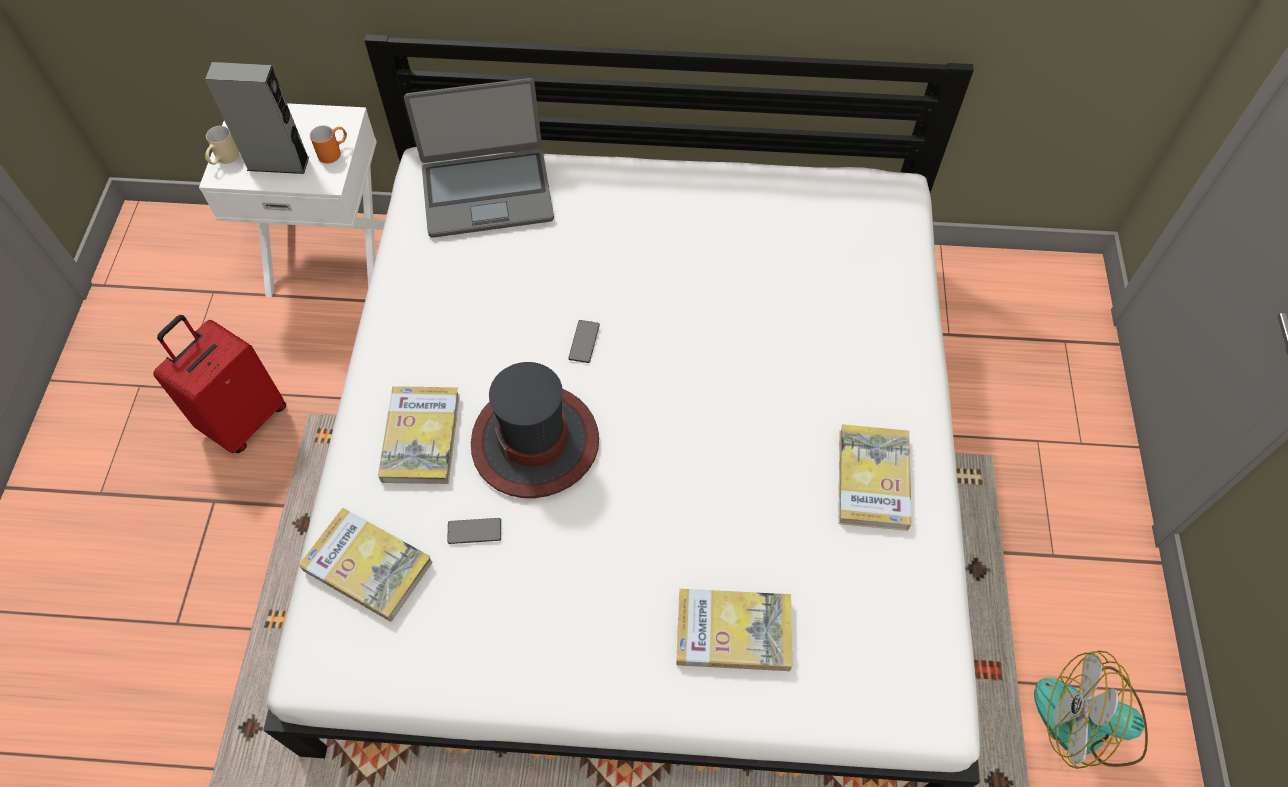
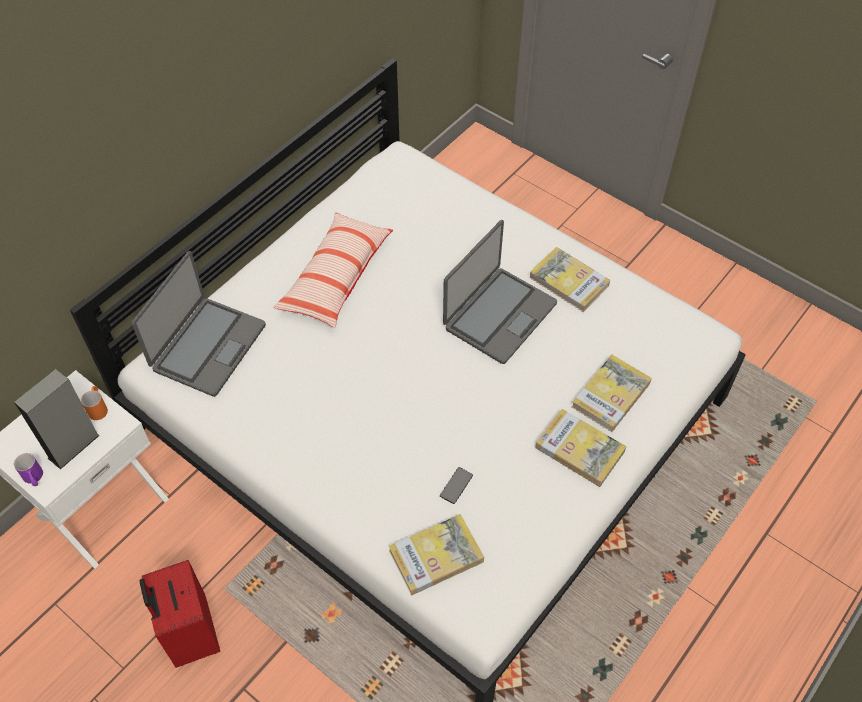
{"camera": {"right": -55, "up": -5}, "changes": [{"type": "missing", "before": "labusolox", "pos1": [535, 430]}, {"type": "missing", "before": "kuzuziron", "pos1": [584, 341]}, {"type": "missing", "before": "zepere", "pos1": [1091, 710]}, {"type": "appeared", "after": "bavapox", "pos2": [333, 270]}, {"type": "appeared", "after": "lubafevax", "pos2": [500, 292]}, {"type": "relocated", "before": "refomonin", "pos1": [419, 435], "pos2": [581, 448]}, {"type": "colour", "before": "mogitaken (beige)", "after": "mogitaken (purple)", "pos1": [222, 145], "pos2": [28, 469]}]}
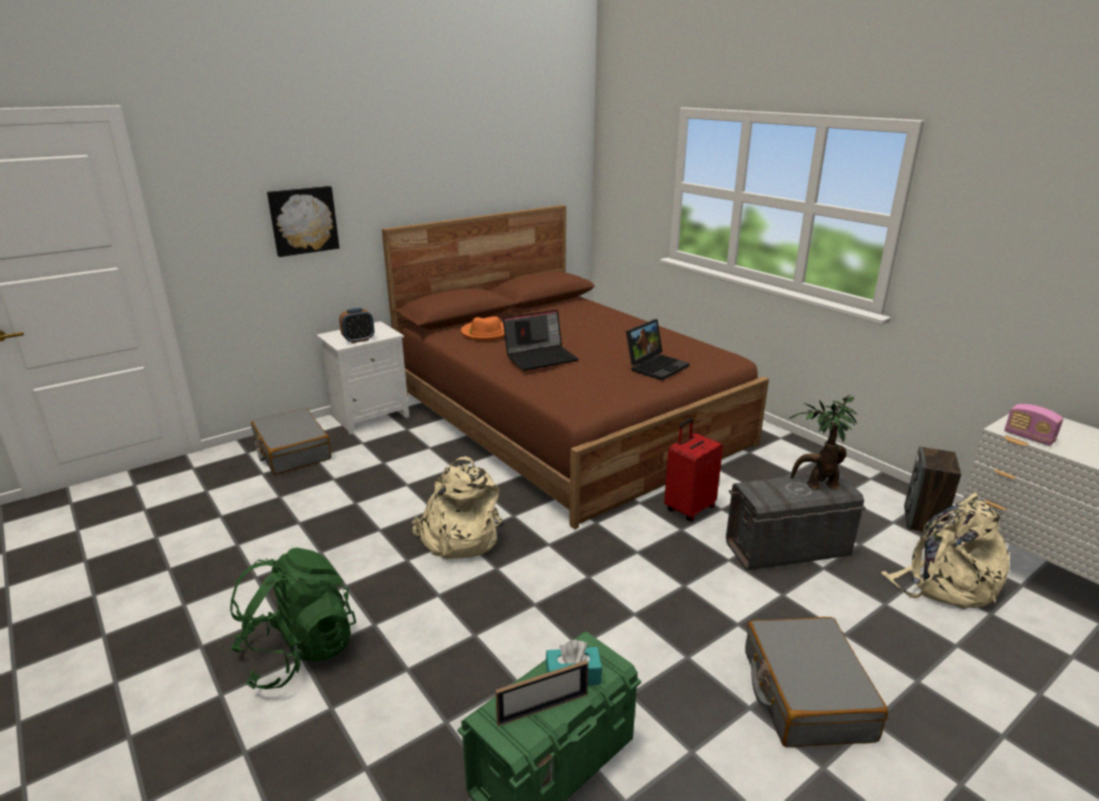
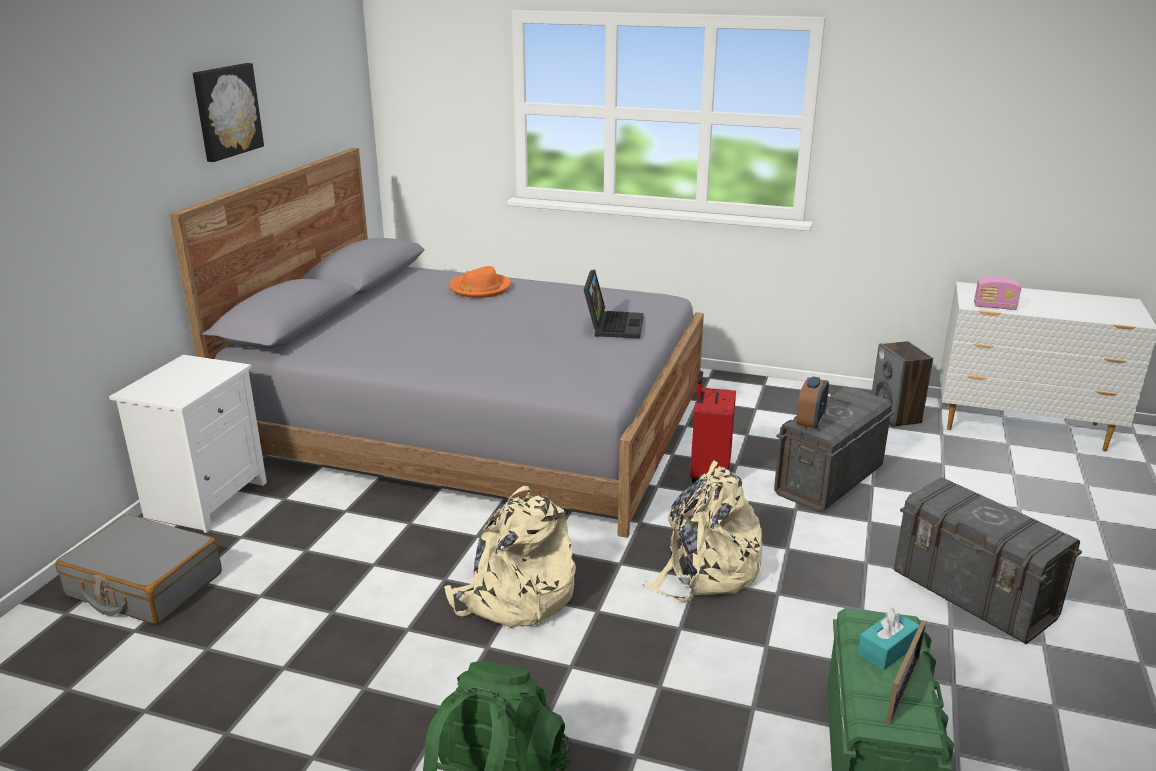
{"camera": {"right": -35, "up": 0}, "changes": [{"type": "missing", "before": "lubafevax", "pos1": [541, 340]}, {"type": "missing", "before": "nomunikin", "pos1": [823, 442]}, {"type": "relocated", "before": "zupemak", "pos1": [303, 221], "pos2": [228, 112]}, {"type": "relocated", "before": "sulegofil", "pos1": [356, 325], "pos2": [812, 403]}, {"type": "relocated", "before": "labusolox (orange)", "pos1": [483, 329], "pos2": [480, 282]}, {"type": "relocated", "before": "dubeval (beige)", "pos1": [945, 550], "pos2": [703, 531]}, {"type": "exchanged", "before": "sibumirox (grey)", "after": "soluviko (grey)", "pos1": [816, 682], "pos2": [988, 560]}, {"type": "colour", "before": "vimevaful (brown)", "after": "vimevaful (grey)", "pos1": [575, 367], "pos2": [437, 343]}]}
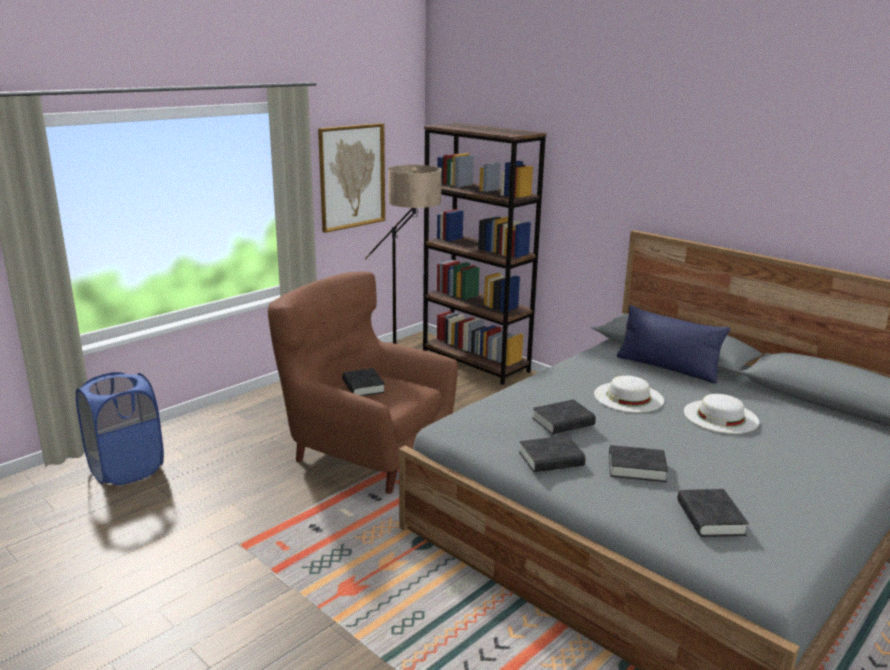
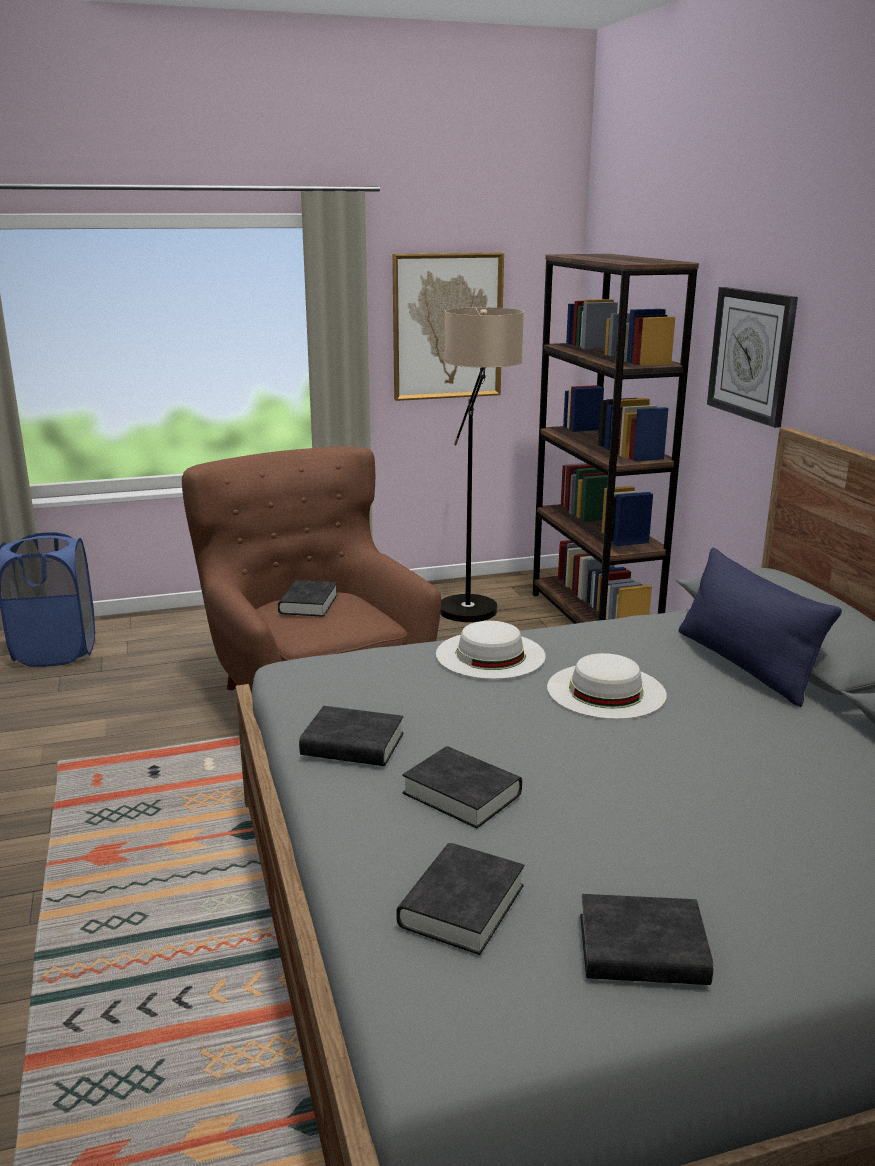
{"camera": {"right": 30, "up": 0}, "changes": [{"type": "appeared", "after": "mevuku", "pos2": [752, 357]}, {"type": "relocated", "before": "refomonin (black)", "pos1": [564, 416], "pos2": [647, 939]}, {"type": "relocated", "before": "labusolox (white)", "pos1": [721, 413], "pos2": [491, 650]}]}
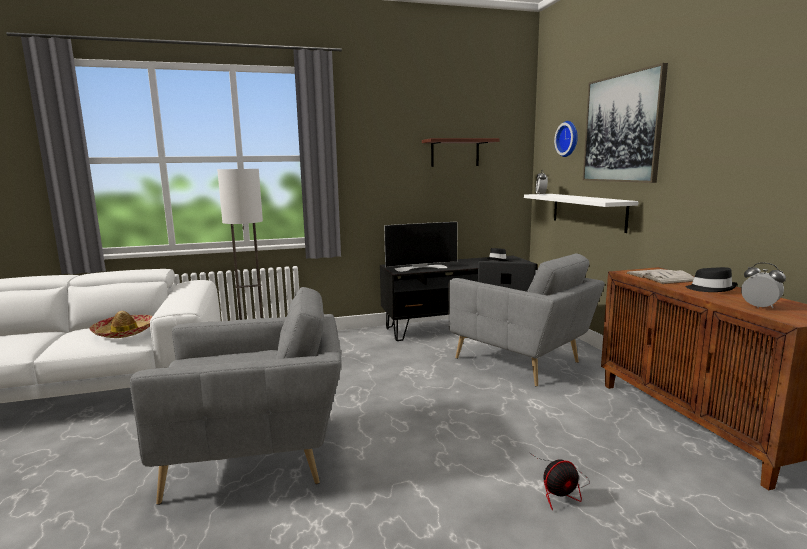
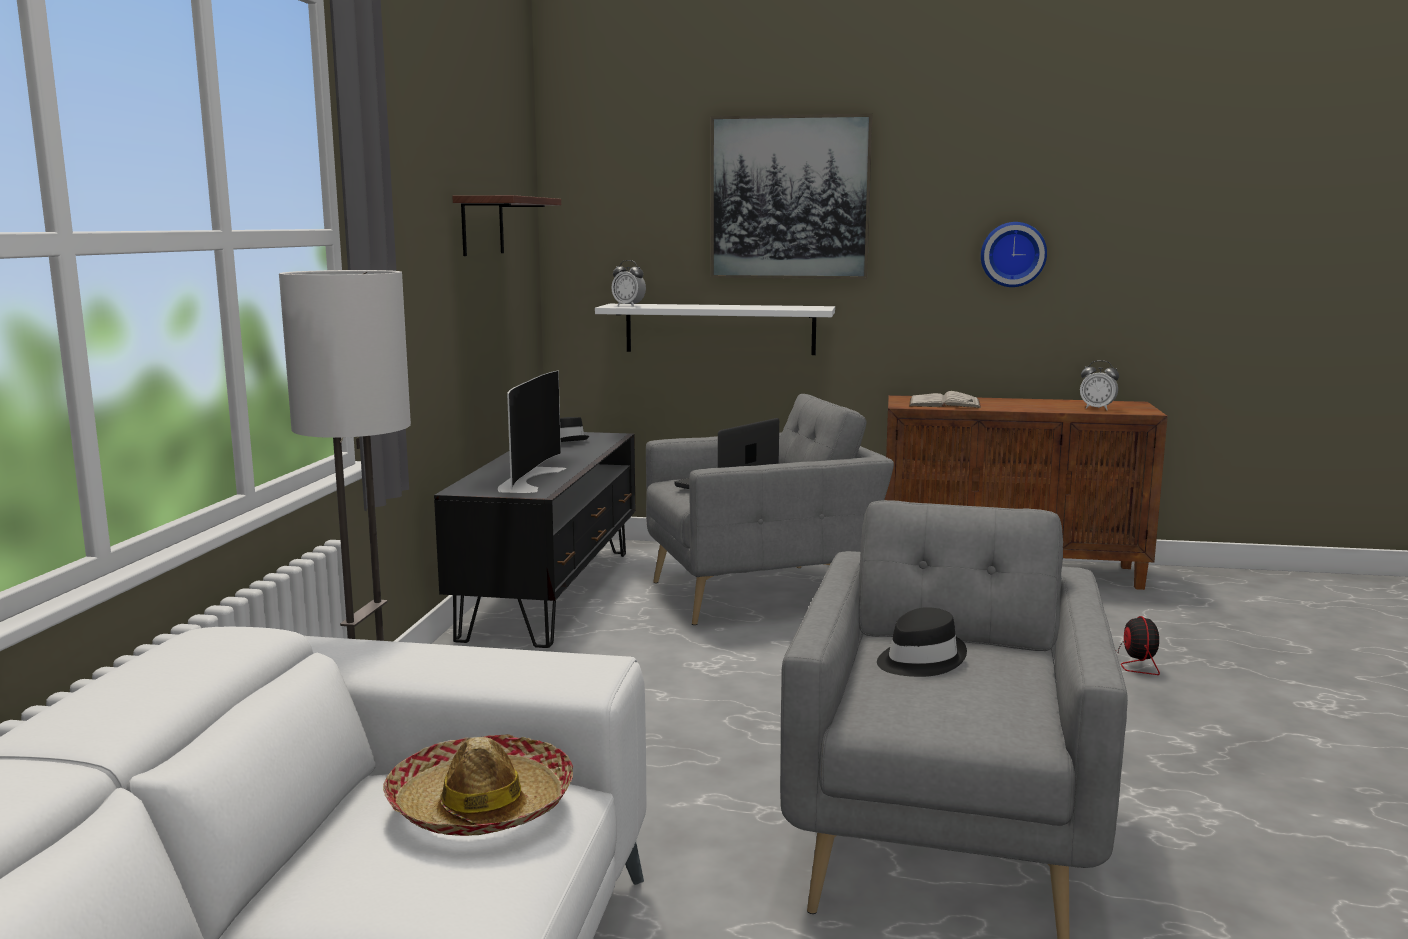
{"camera": {"right": -65, "up": 0}, "changes": [{"type": "relocated", "before": "mevuku", "pos1": [566, 139], "pos2": [1014, 254]}, {"type": "relocated", "before": "labusolox (black)", "pos1": [712, 279], "pos2": [922, 642]}, {"type": "spun", "before": "sulegofil", "pos1": [763, 285], "pos2": [1099, 385], "turn": -135}]}
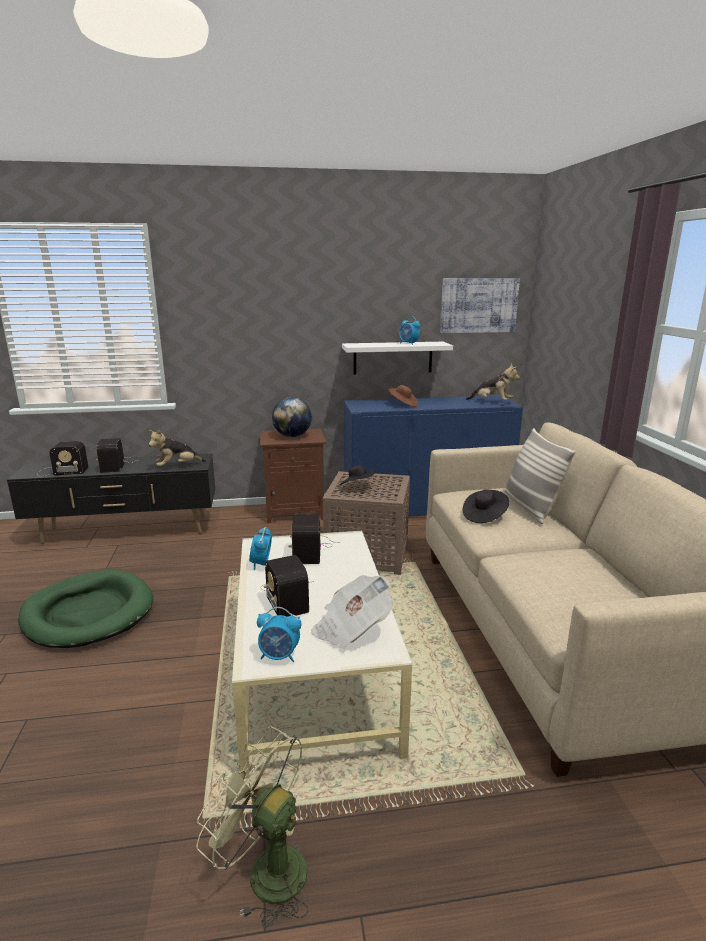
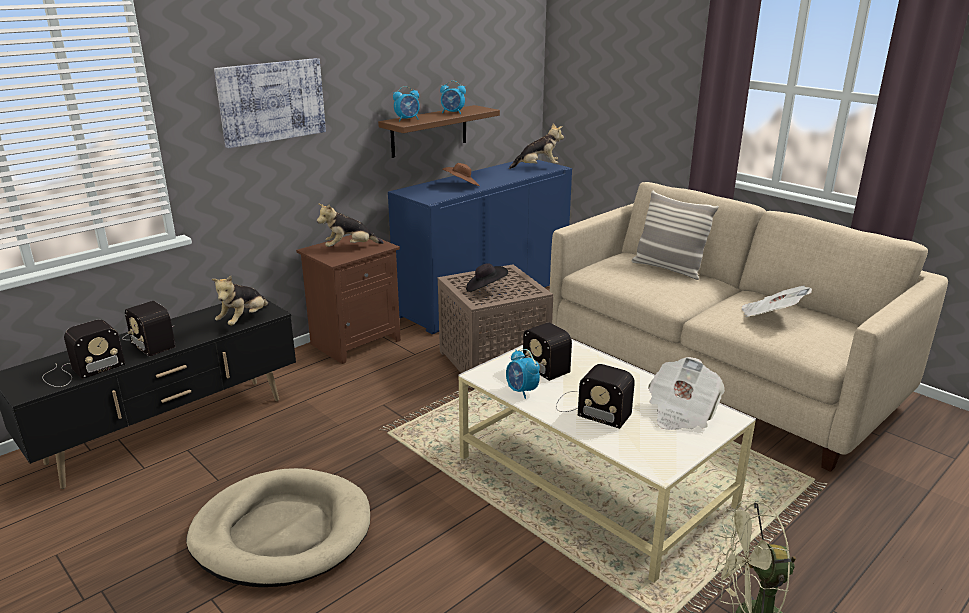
{"camera": {"right": -35, "up": 5}, "changes": [{"type": "missing", "before": "labusolox (black)", "pos1": [486, 506]}, {"type": "appeared", "after": "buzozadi", "pos2": [777, 301]}, {"type": "relocated", "before": "sulegofil", "pos1": [279, 634], "pos2": [406, 103]}, {"type": "relocated", "before": "zupemak", "pos1": [480, 305], "pos2": [270, 103]}, {"type": "exchanged", "before": "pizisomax", "after": "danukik", "pos1": [292, 417], "pos2": [350, 225]}, {"type": "colour", "before": "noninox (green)", "after": "noninox (beige)", "pos1": [85, 609], "pos2": [278, 527]}, {"type": "colour", "before": "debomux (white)", "after": "debomux (brown)", "pos1": [397, 358], "pos2": [439, 131]}]}
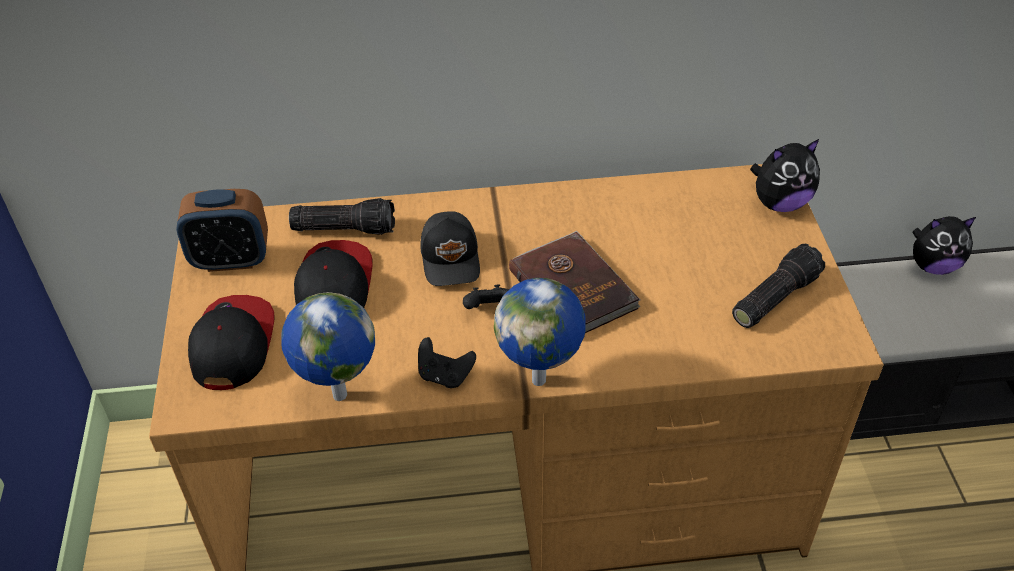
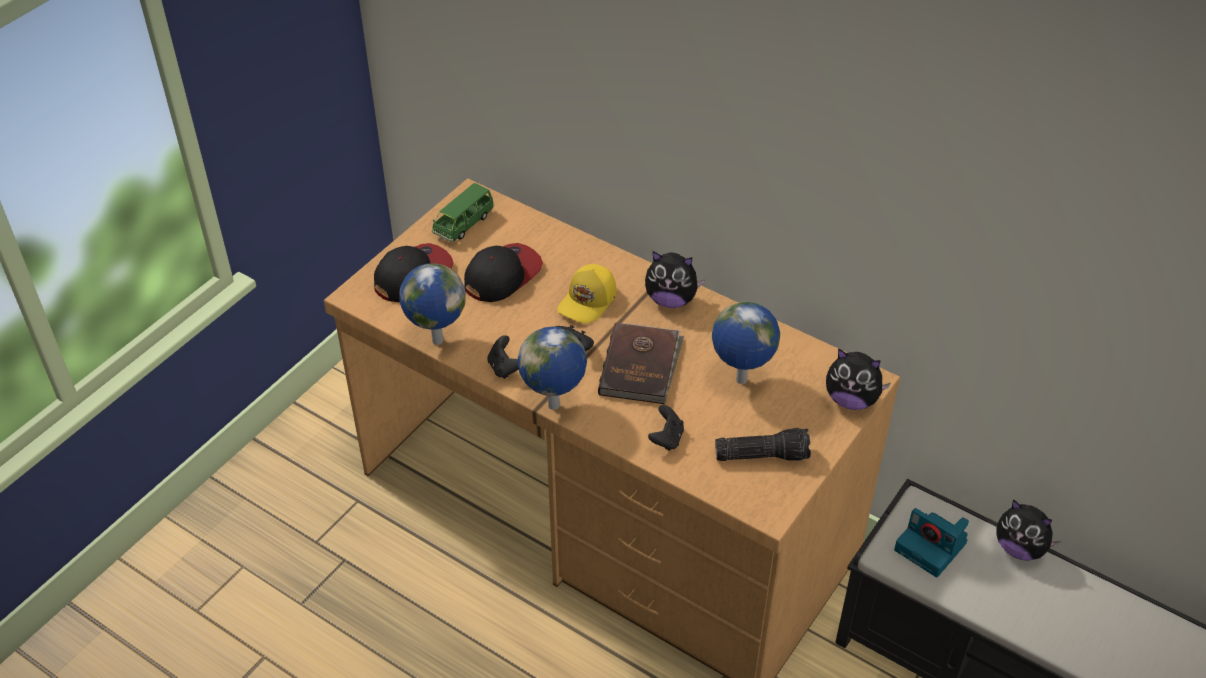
{"camera": {"right": 40, "up": 0}, "changes": [{"type": "missing", "before": "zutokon", "pos1": [342, 216]}, {"type": "appeared", "after": "danukik", "pos2": [675, 279]}, {"type": "appeared", "after": "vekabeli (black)", "pos2": [666, 428]}, {"type": "appeared", "after": "pizisomax", "pos2": [746, 343]}, {"type": "appeared", "after": "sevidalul", "pos2": [931, 542]}, {"type": "exchanged", "before": "sulegofil", "after": "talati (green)", "pos1": [222, 230], "pos2": [463, 212]}, {"type": "colour", "before": "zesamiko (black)", "after": "zesamiko (yellow)", "pos1": [450, 248], "pos2": [587, 293]}]}
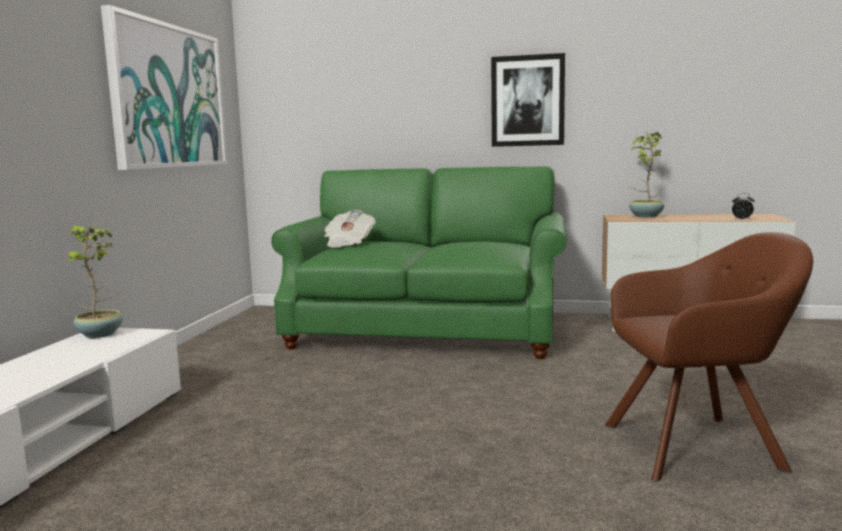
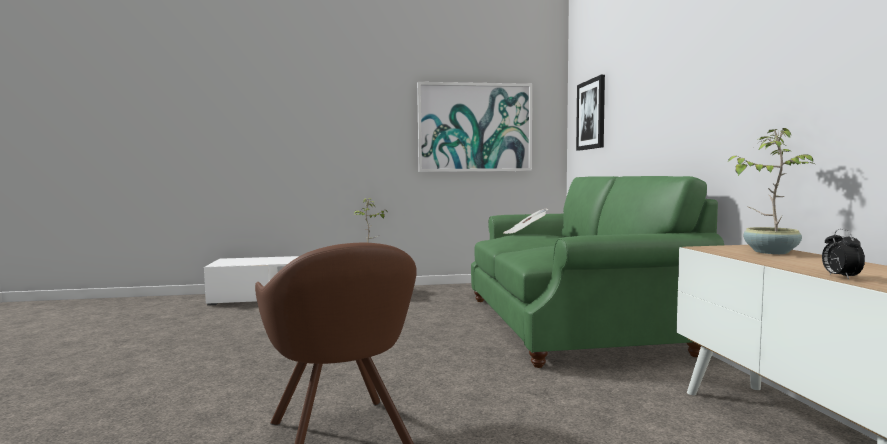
{"camera": {"right": 70, "up": -5}, "changes": [{"type": "relocated", "before": "zupemak", "pos1": [528, 100], "pos2": [590, 112]}]}
